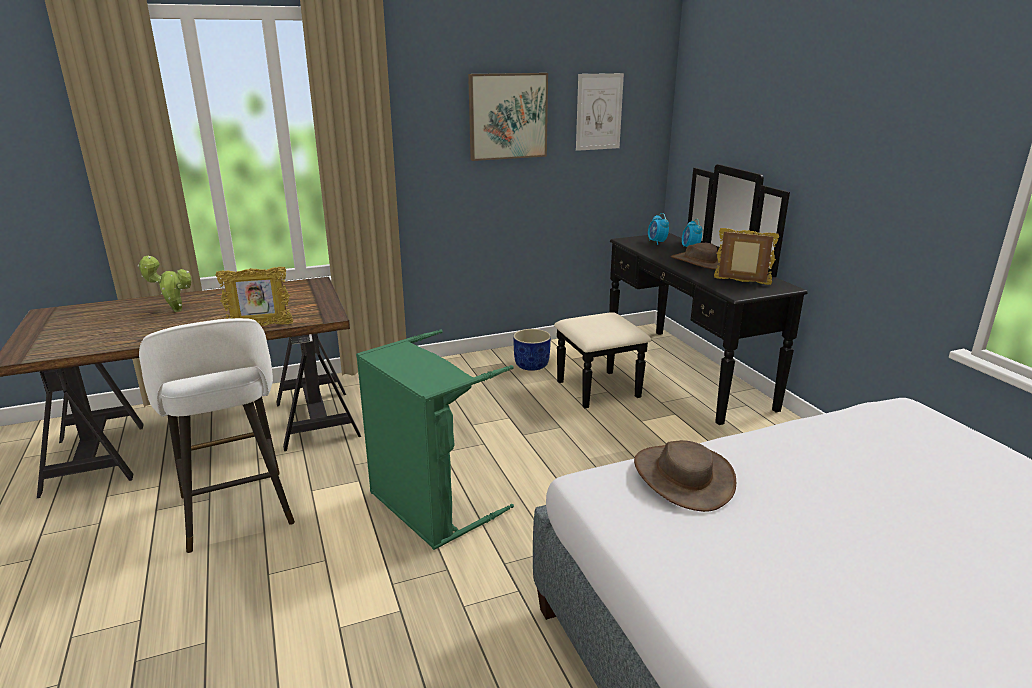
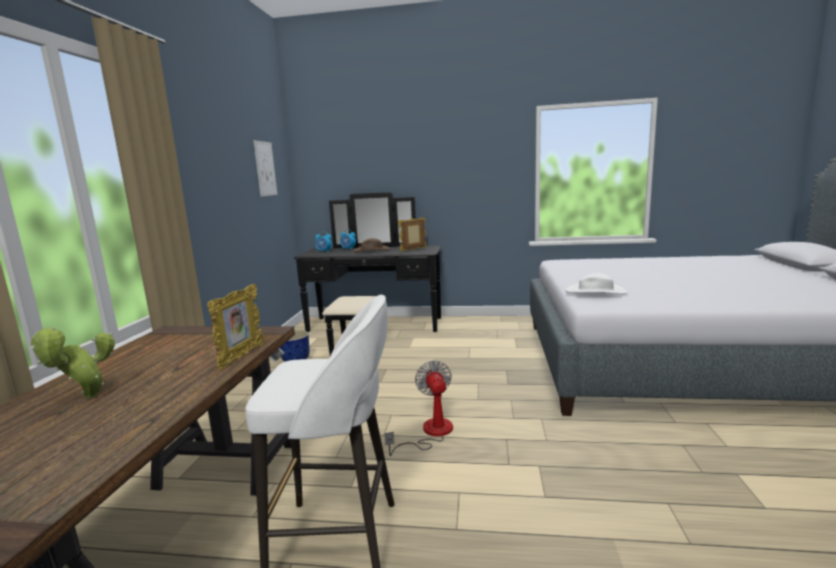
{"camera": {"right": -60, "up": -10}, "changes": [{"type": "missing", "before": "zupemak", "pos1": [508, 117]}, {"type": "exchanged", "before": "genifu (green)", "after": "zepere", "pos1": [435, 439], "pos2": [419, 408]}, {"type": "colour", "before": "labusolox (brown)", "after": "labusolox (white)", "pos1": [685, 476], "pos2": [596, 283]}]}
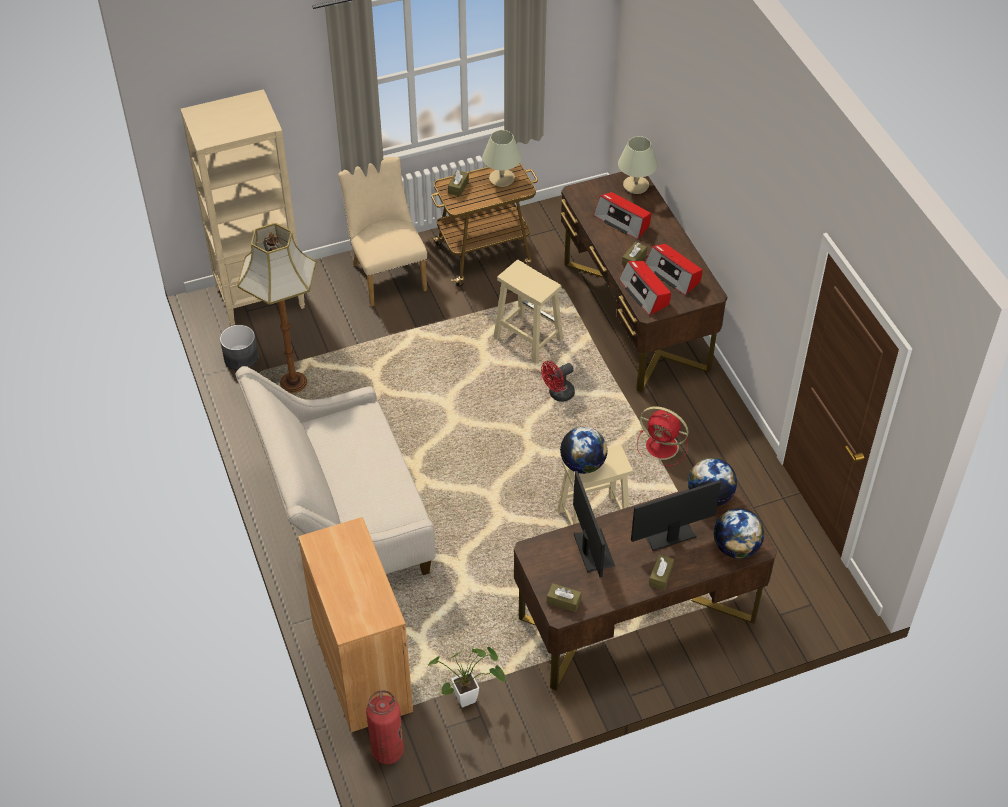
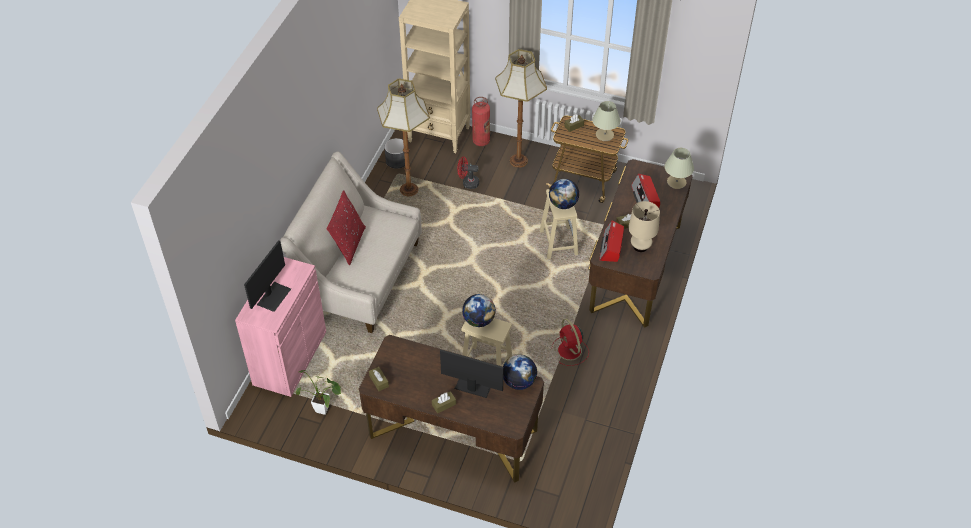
{"camera": {"right": 40, "up": 0}, "changes": [{"type": "appeared", "after": "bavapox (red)", "pos2": [346, 227]}, {"type": "relocated", "before": "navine", "pos1": [385, 727], "pos2": [481, 121]}, {"type": "relocated", "before": "zepere (red)", "pos1": [558, 381], "pos2": [468, 173]}, {"type": "relocated", "before": "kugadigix", "pos1": [594, 524], "pos2": [267, 276]}, {"type": "relocated", "before": "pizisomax", "pos1": [739, 533], "pos2": [564, 194]}, {"type": "exchanged", "before": "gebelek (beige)", "after": "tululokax", "pos1": [382, 231], "pos2": [521, 108]}, {"type": "exchanged", "before": "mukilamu", "after": "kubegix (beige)", "pos1": [673, 269], "pos2": [644, 226]}, {"type": "colour", "before": "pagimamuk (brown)", "after": "pagimamuk (pink)", "pos1": [355, 624], "pos2": [280, 327]}]}
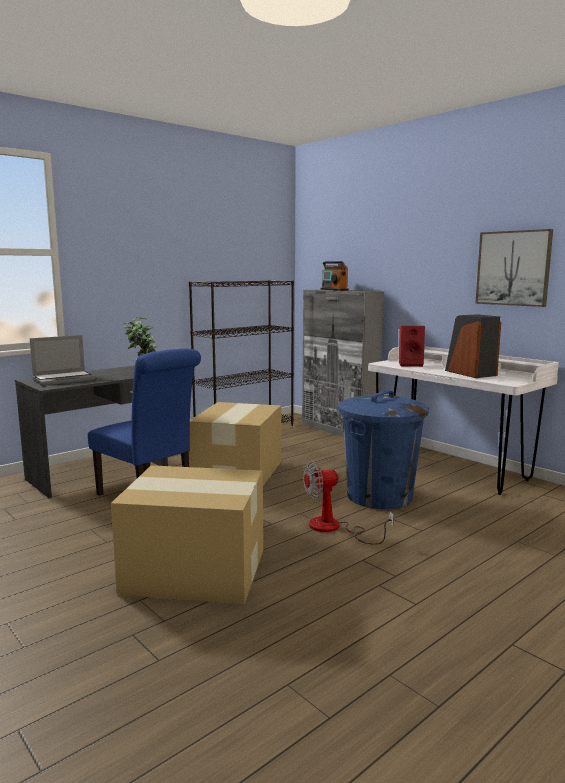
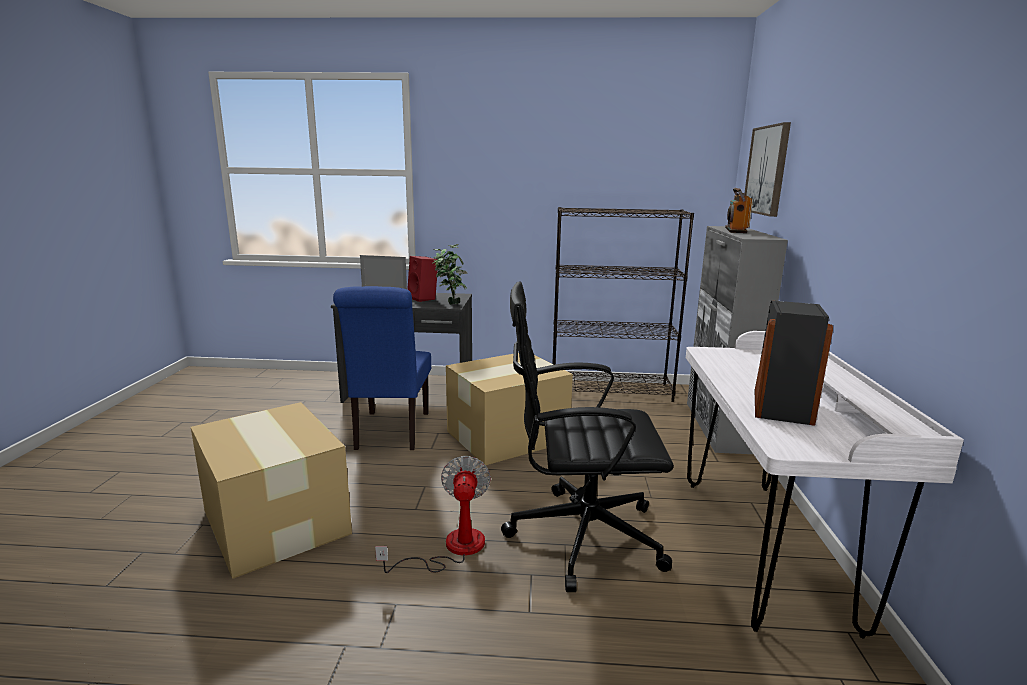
{"camera": {"right": 45, "up": 5}, "changes": [{"type": "relocated", "before": "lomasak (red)", "pos1": [412, 346], "pos2": [422, 279]}, {"type": "relocated", "before": "zupemak", "pos1": [514, 268], "pos2": [768, 169]}, {"type": "exchanged", "before": "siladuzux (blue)", "after": "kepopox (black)", "pos1": [383, 449], "pos2": [587, 437]}, {"type": "spun", "before": "zepere", "pos1": [348, 503], "pos2": [433, 514], "turn": 60}]}
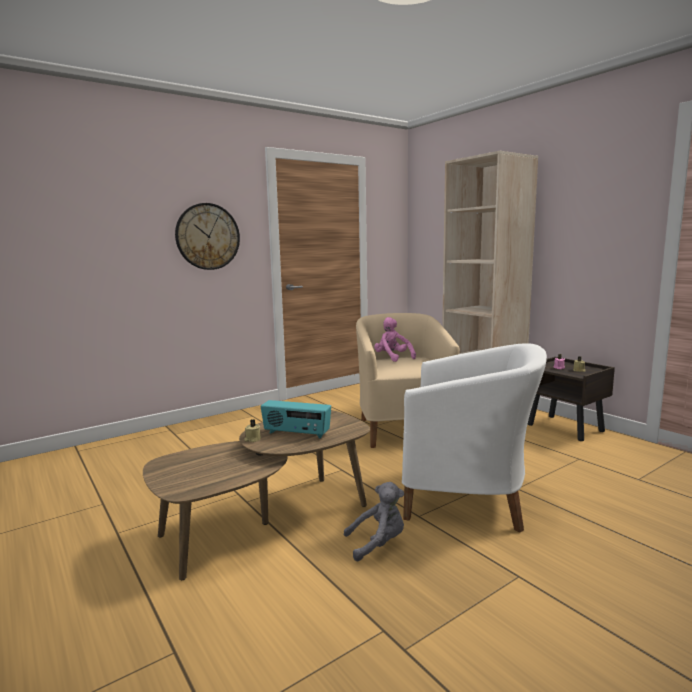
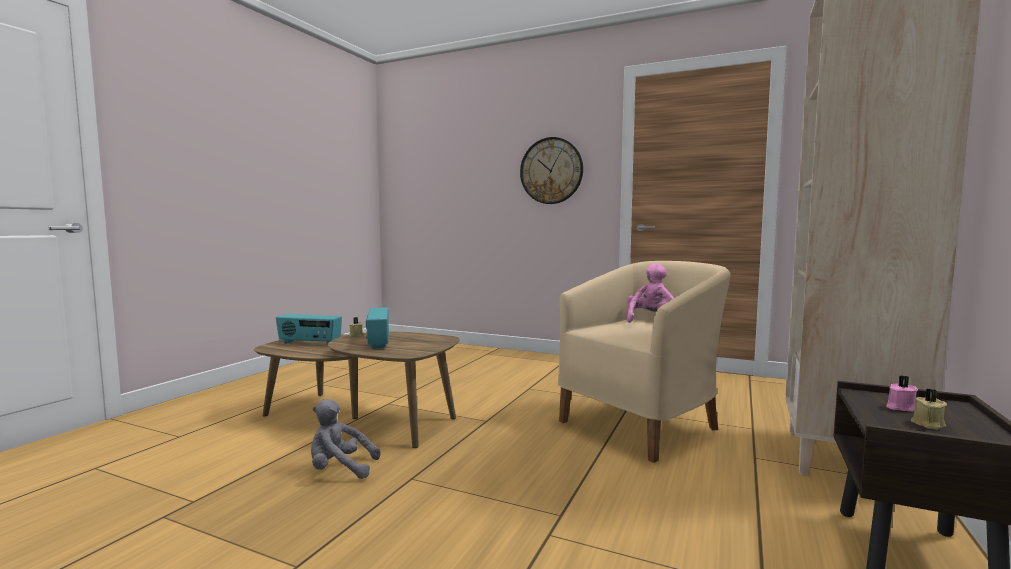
{"camera": {"right": 60, "up": -5}, "changes": [{"type": "missing", "before": "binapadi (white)", "pos1": [474, 437]}, {"type": "appeared", "after": "mukilamu", "pos2": [309, 329]}, {"type": "spun", "before": "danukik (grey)", "pos1": [374, 521], "pos2": [345, 439], "turn": 135}]}
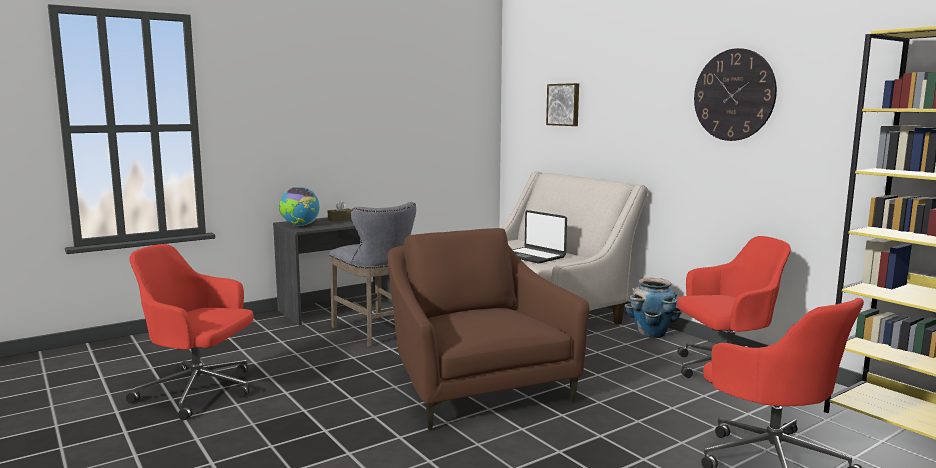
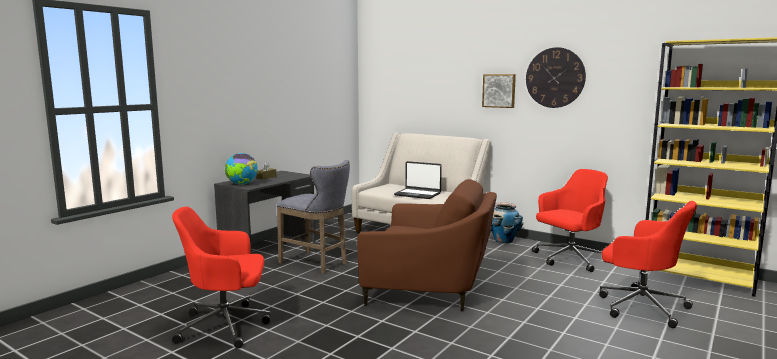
{"camera": {"right": -20, "up": 0}, "changes": [{"type": "relocated", "before": "zupemak", "pos1": [562, 104], "pos2": [499, 91]}, {"type": "spun", "before": "binapadi (brown)", "pos1": [488, 329], "pos2": [427, 245], "turn": 150}]}
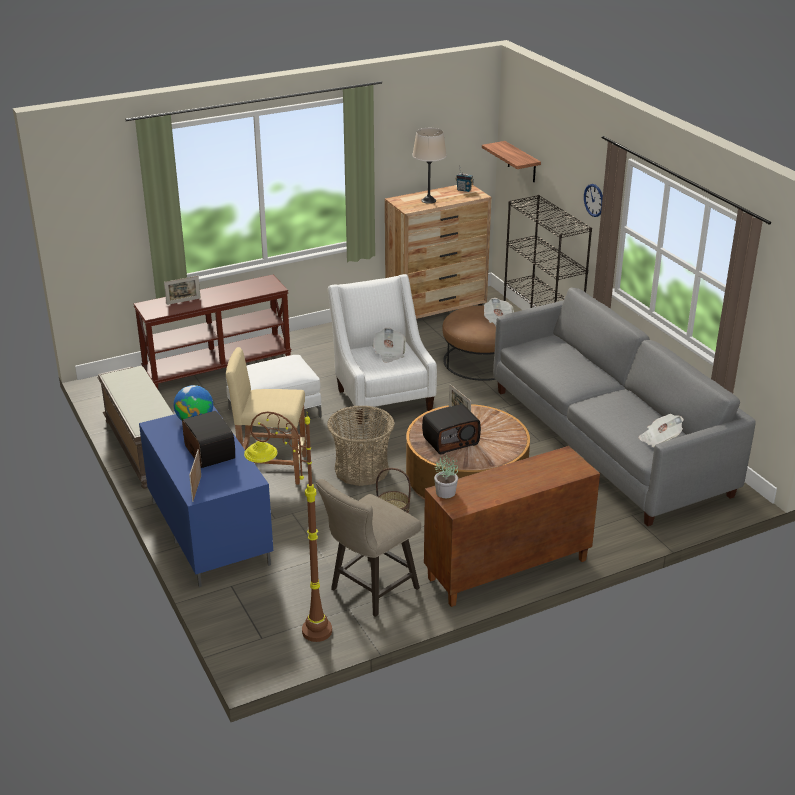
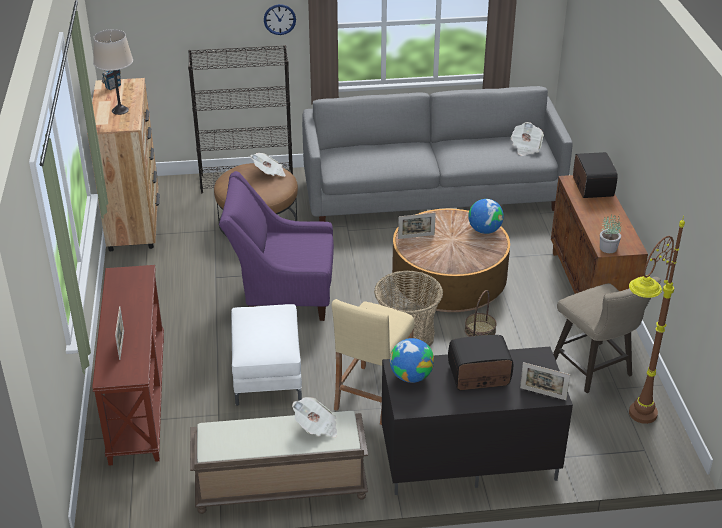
{"camera": {"right": -70, "up": 5}, "changes": [{"type": "missing", "before": "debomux", "pos1": [511, 161]}, {"type": "appeared", "after": "pizisomax", "pos2": [486, 216]}, {"type": "relocated", "before": "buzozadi", "pos1": [389, 345], "pos2": [314, 417]}, {"type": "relocated", "before": "mukilamu", "pos1": [451, 429], "pos2": [595, 175]}, {"type": "colour", "before": "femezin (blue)", "after": "femezin (black)", "pos1": [206, 496], "pos2": [477, 421]}, {"type": "colour", "before": "binapadi (white)", "after": "binapadi (purple)", "pos1": [382, 349], "pos2": [276, 246]}]}
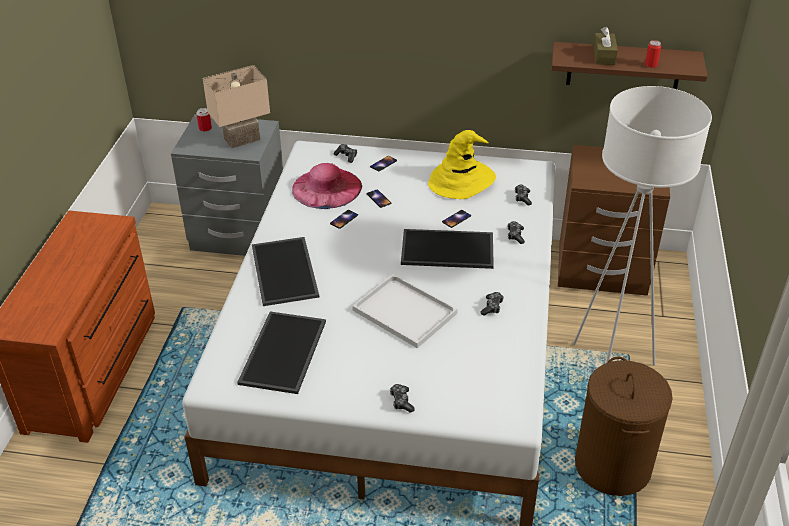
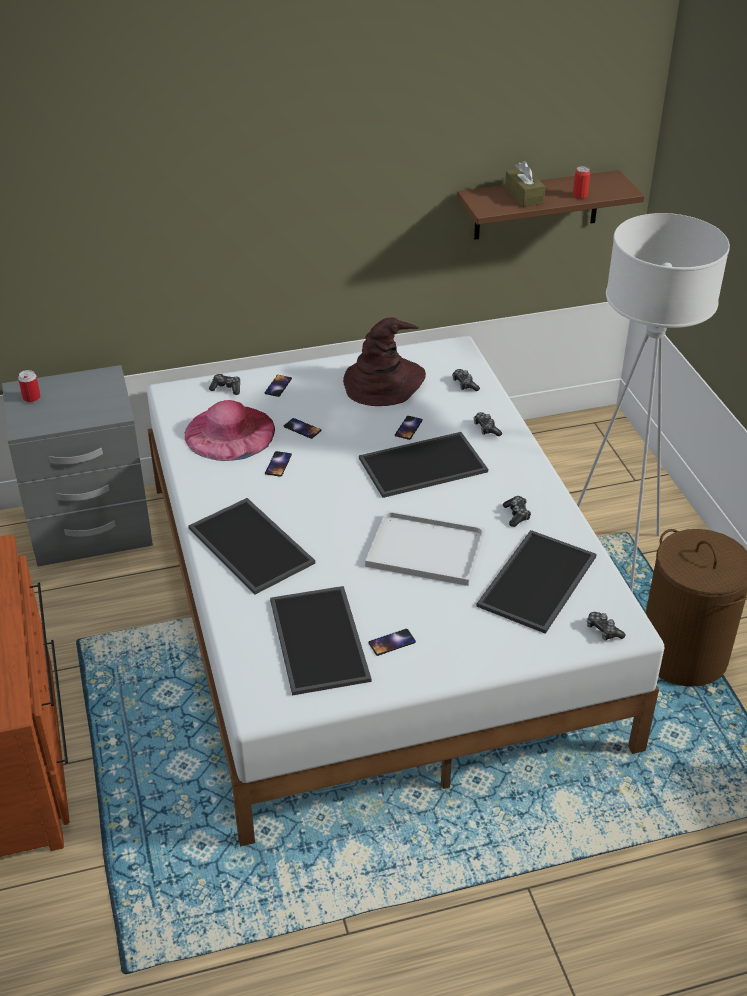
{"camera": {"right": -25, "up": 0}, "changes": [{"type": "missing", "before": "kubegix (beige)", "pos1": [236, 107]}, {"type": "missing", "before": "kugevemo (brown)", "pos1": [614, 220]}, {"type": "appeared", "after": "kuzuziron", "pos2": [392, 642]}, {"type": "appeared", "after": "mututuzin", "pos2": [536, 582]}, {"type": "relocated", "before": "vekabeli", "pos1": [402, 398], "pos2": [606, 626]}, {"type": "colour", "before": "labusolox (yellow)", "after": "labusolox (brown)", "pos1": [462, 164], "pos2": [384, 362]}]}
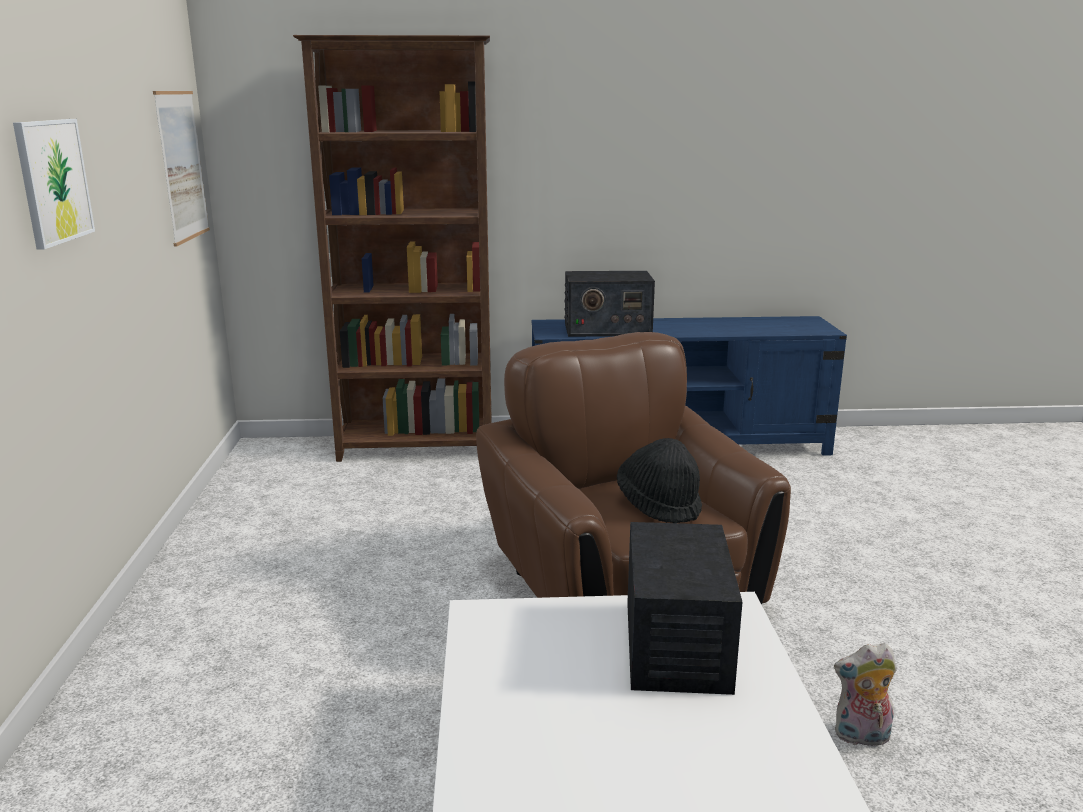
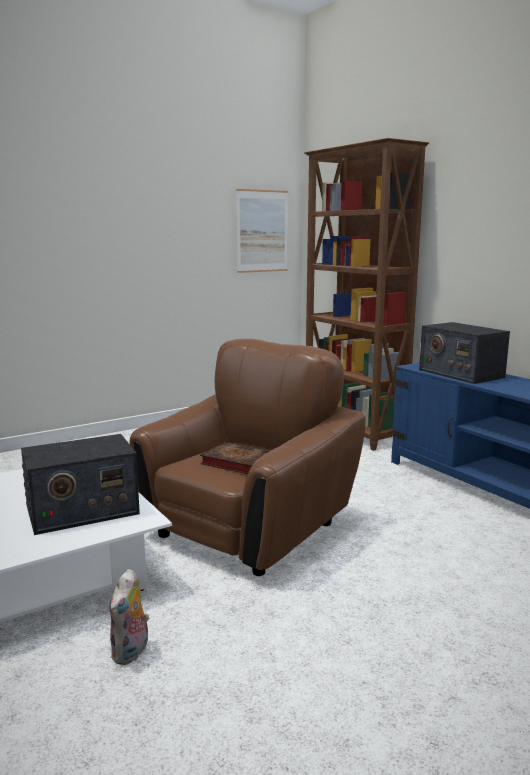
{"camera": {"right": 60, "up": -5}, "changes": [{"type": "missing", "before": "zupemak", "pos1": [54, 184]}, {"type": "exchanged", "before": "labusolox (black)", "after": "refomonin", "pos1": [659, 480], "pos2": [234, 458]}, {"type": "spun", "before": "danukik", "pos1": [865, 696], "pos2": [129, 617], "turn": -135}]}
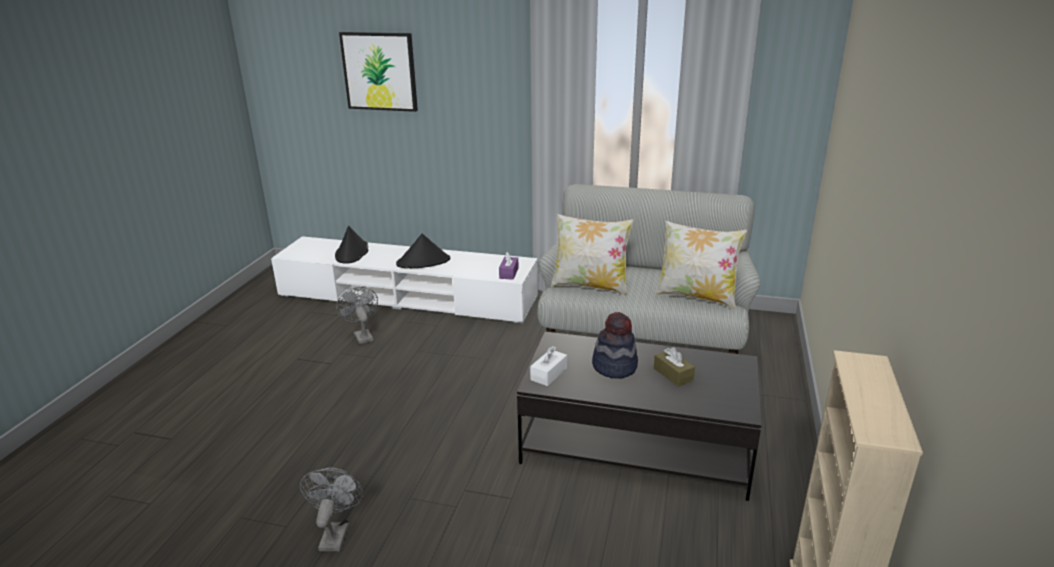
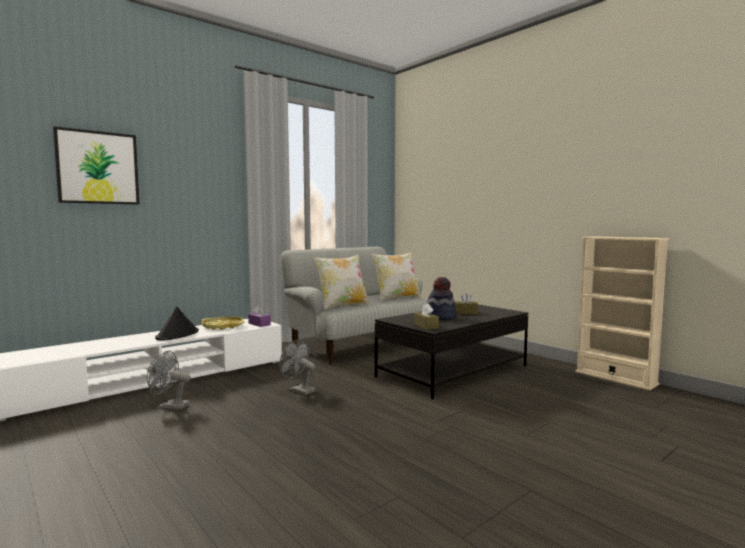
{"camera": {"right": -55, "up": -20}, "changes": [{"type": "missing", "before": "labusolox (black)", "pos1": [351, 245]}, {"type": "appeared", "after": "mututuzin (yellow)", "pos2": [223, 323]}, {"type": "relocated", "before": "zepere (grey)", "pos1": [332, 509], "pos2": [297, 367]}, {"type": "colour", "before": "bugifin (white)", "after": "bugifin (brown)", "pos1": [548, 366], "pos2": [426, 316]}]}
